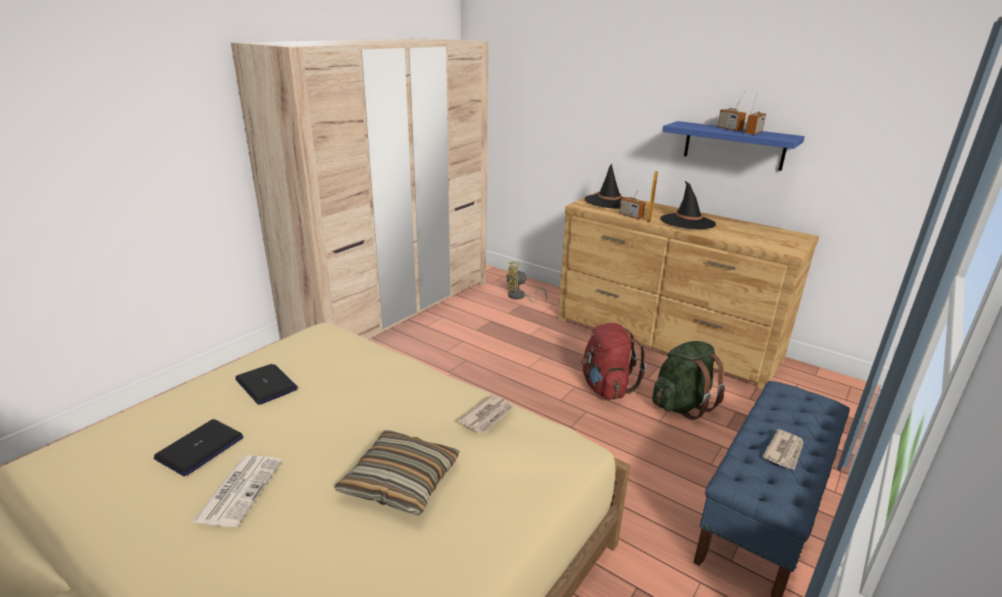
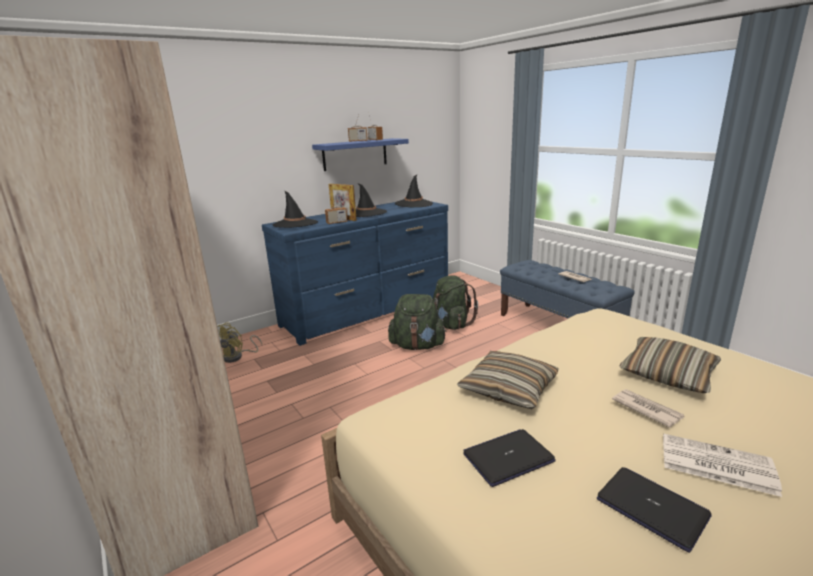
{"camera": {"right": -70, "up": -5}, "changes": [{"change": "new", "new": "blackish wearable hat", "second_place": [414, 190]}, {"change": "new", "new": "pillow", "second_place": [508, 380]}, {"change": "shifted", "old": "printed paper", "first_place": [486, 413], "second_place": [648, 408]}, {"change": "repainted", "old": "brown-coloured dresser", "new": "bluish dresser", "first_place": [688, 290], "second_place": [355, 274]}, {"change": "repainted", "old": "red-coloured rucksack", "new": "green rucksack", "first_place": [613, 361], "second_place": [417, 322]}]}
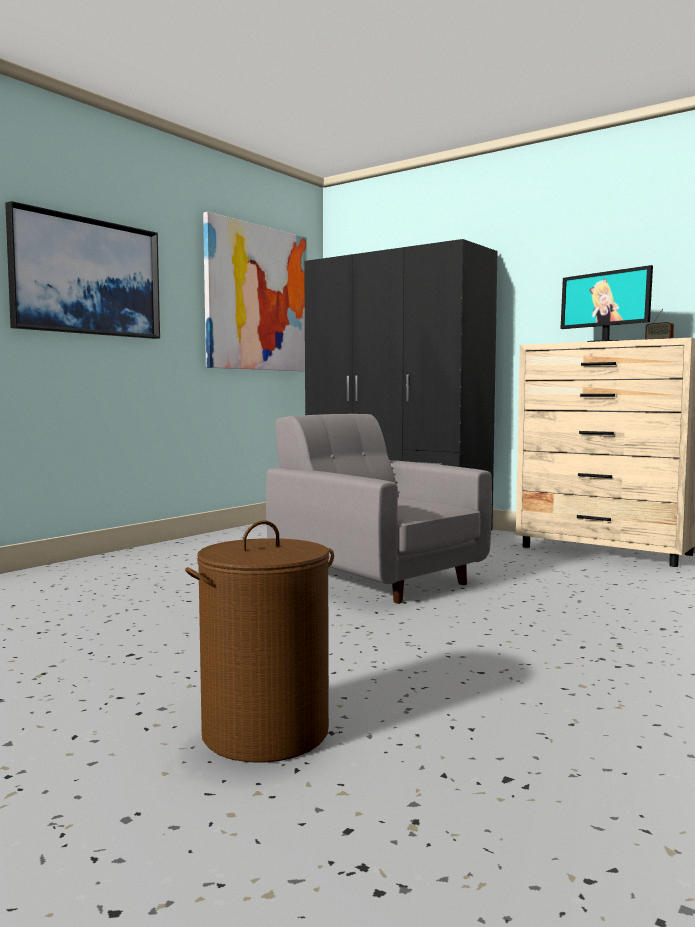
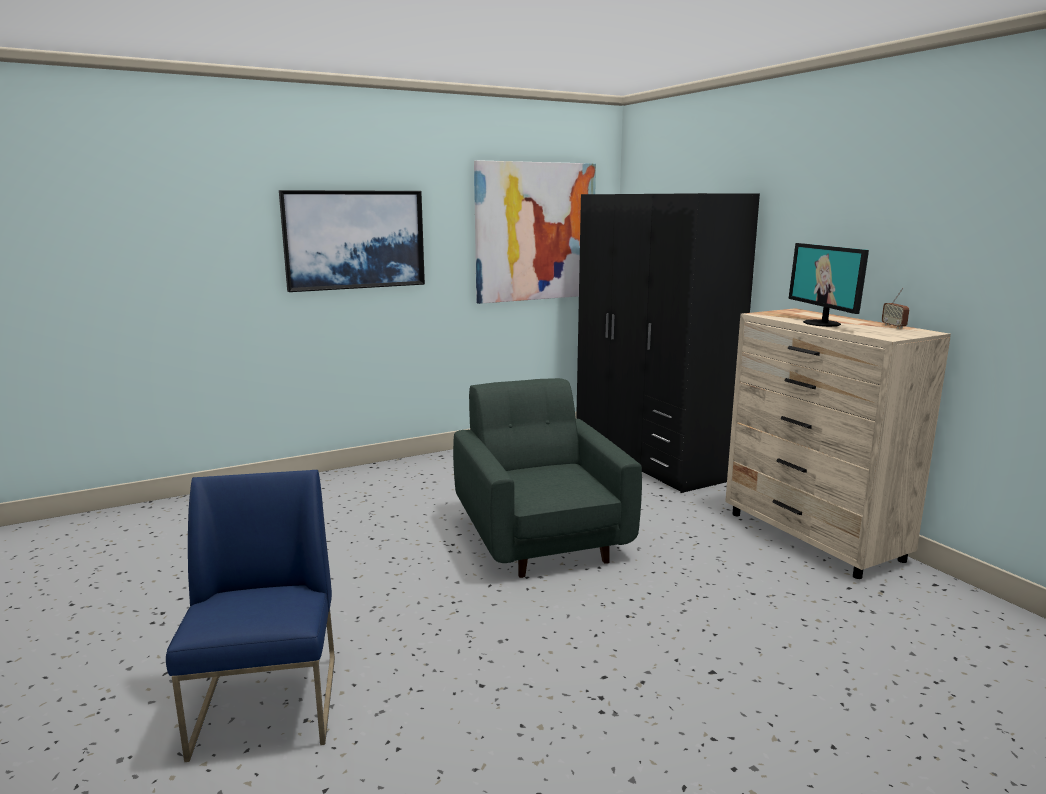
{"camera": {"right": 25, "up": 10}, "changes": [{"change": "swapped", "old": "brown-coloured hamper", "new": "bluish chair", "first_place": [259, 642], "second_place": [250, 616]}, {"change": "repainted", "old": "grey easy chair", "new": "green easy chair", "first_place": [379, 509], "second_place": [547, 478]}]}
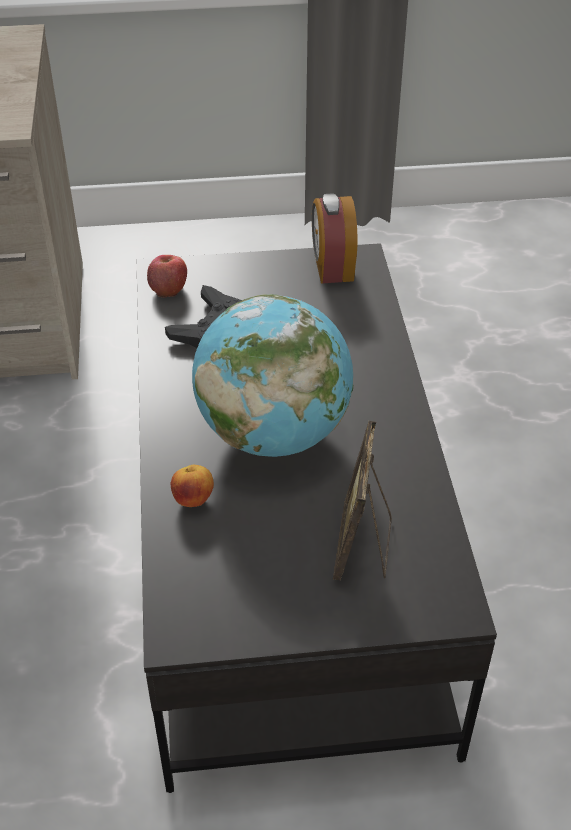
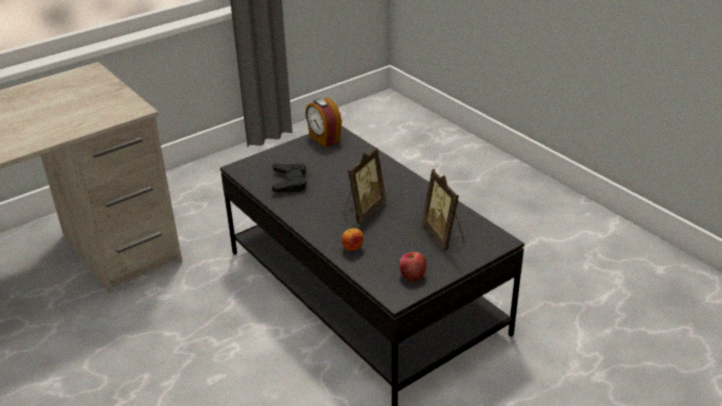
{"camera": {"right": -30, "up": -10}, "changes": [{"change": "shifted", "old": "apple", "first_place": [167, 276], "second_place": [412, 267]}, {"change": "swapped", "old": "globe", "new": "photo frame", "first_place": [272, 375], "second_place": [364, 186]}]}
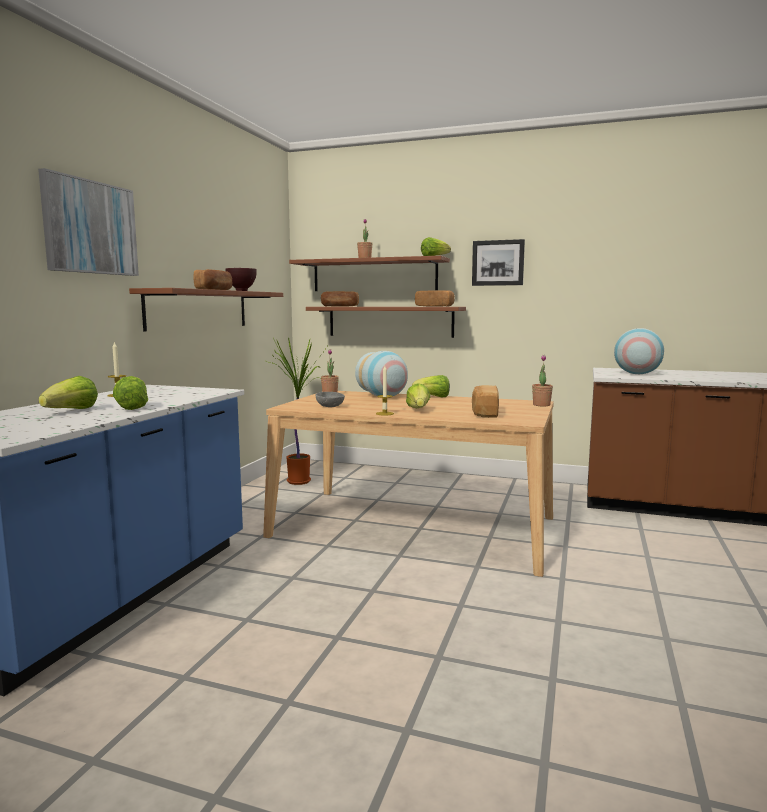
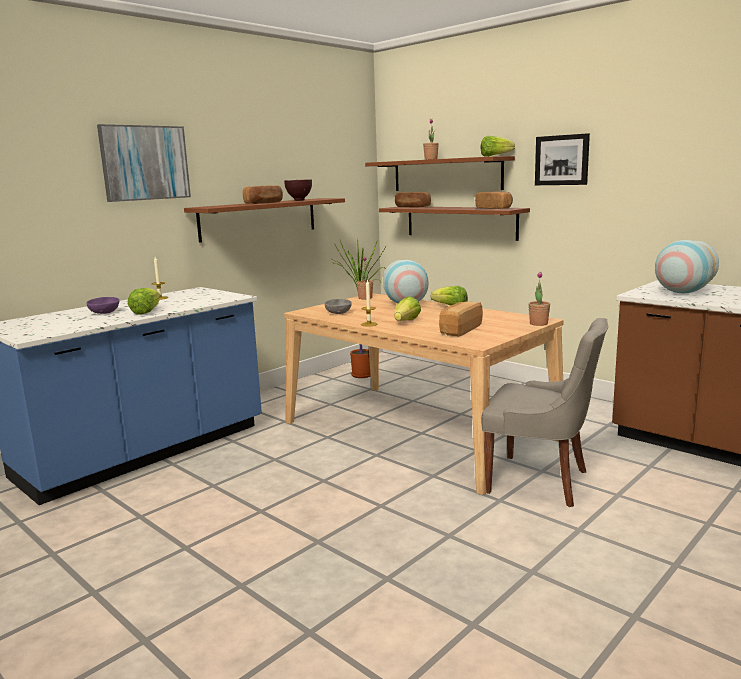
{"camera": {"right": 25, "up": 5}, "changes": [{"change": "new", "new": "grey chair", "second_place": [544, 412]}, {"change": "swapped", "old": "head of lettuce", "new": "purplish serving bowl", "first_place": [68, 392], "second_place": [102, 305]}]}
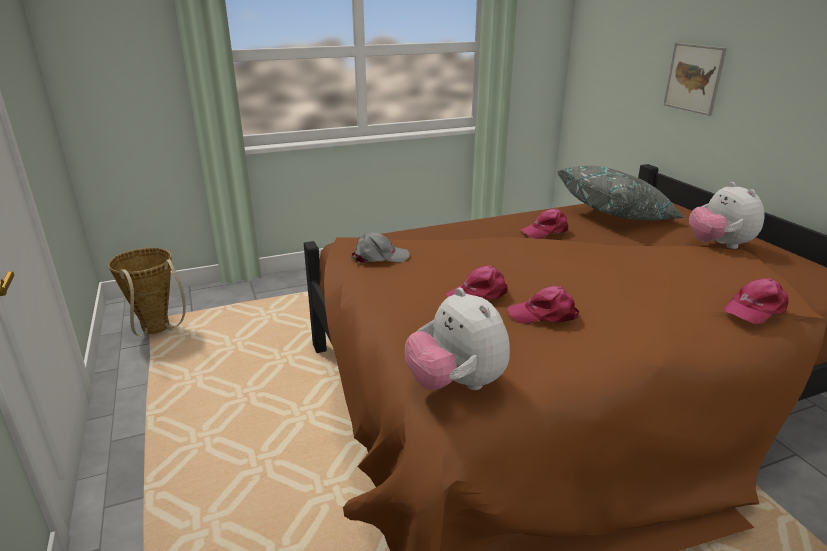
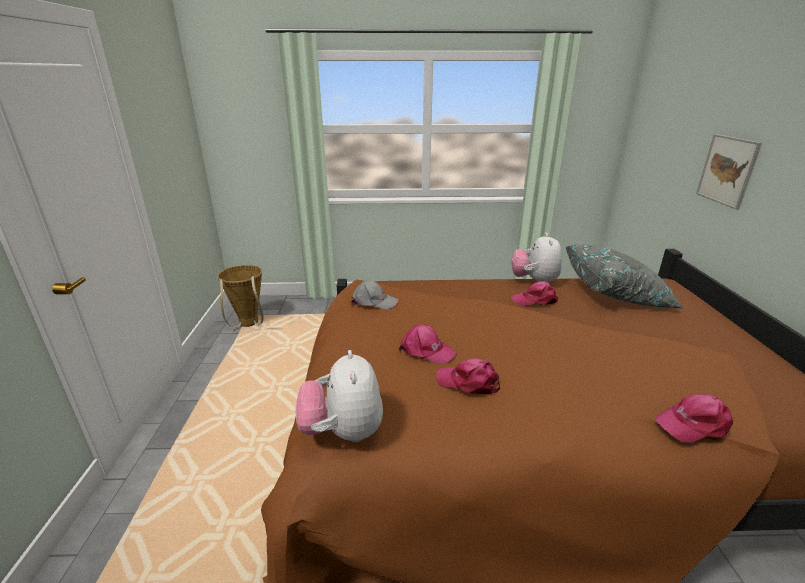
{"camera": {"right": 20, "up": 0}, "changes": [{"change": "shifted", "old": "soft toy", "first_place": [727, 215], "second_place": [536, 257]}, {"change": "rotated", "old": "pink baseball cap", "first_place": [477, 283], "second_place": [428, 344], "degrees": -150}]}
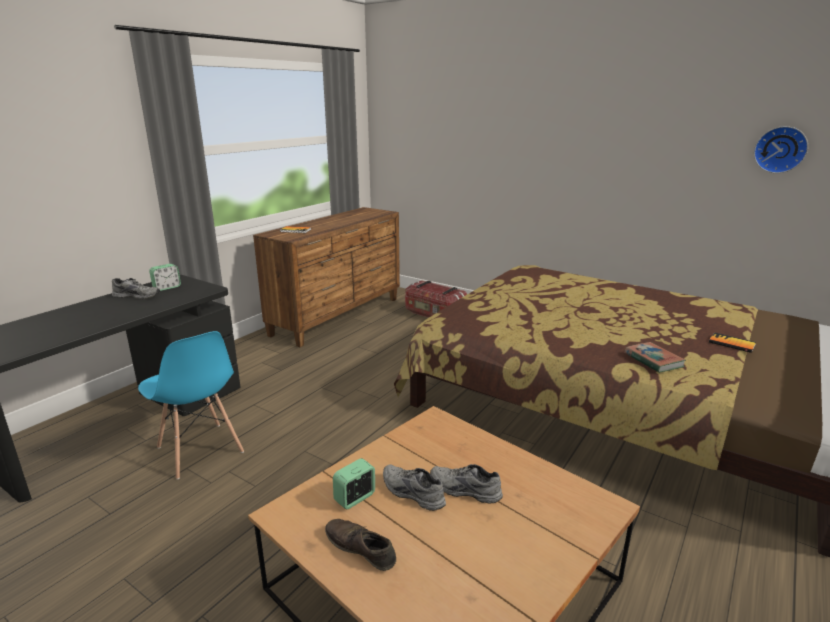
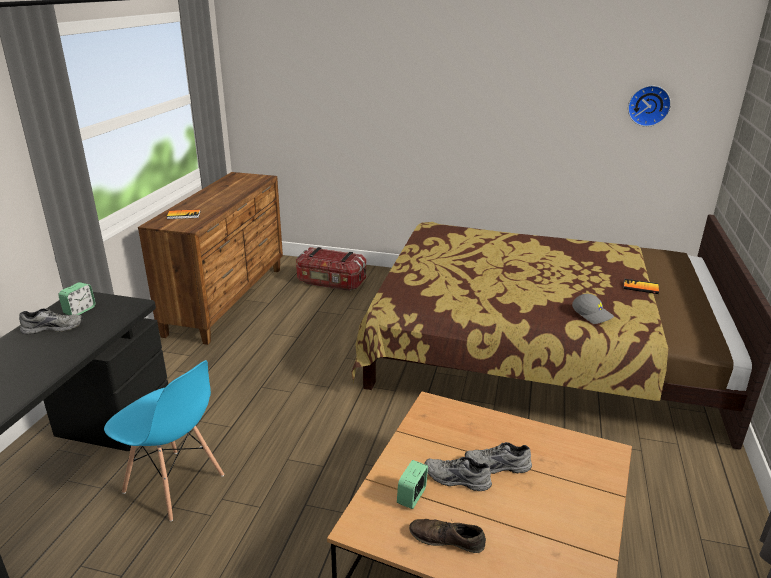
{"camera": {"right": -20, "up": 5}, "changes": [{"change": "swapped", "old": "book", "new": "grey baseball cap", "first_place": [655, 357], "second_place": [593, 309]}]}
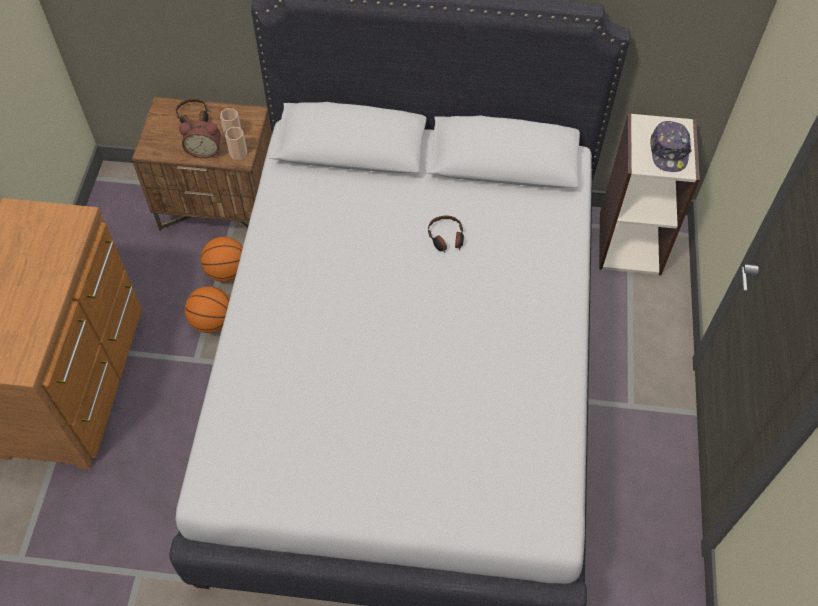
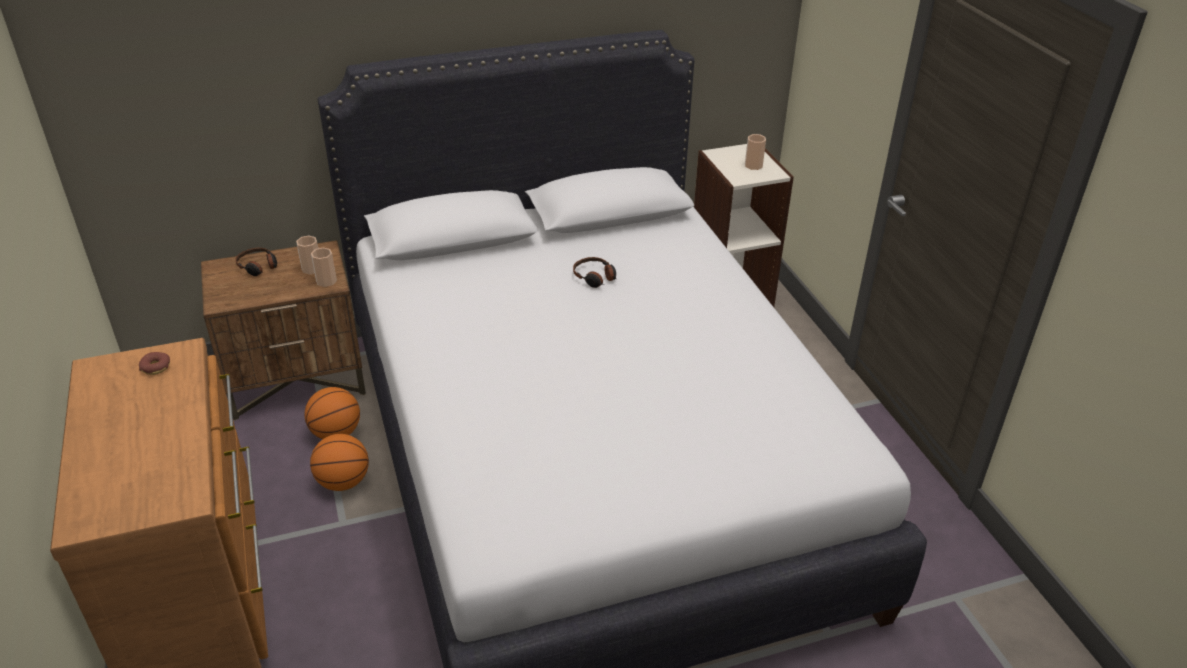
{"camera": {"right": -25, "up": -20}, "changes": [{"change": "gone", "old": "table clock", "first_place": [200, 139]}, {"change": "new", "new": "doughnut", "second_place": [154, 363]}, {"change": "swapped", "old": "baseball cap", "new": "cup", "first_place": [671, 146], "second_place": [755, 152]}]}
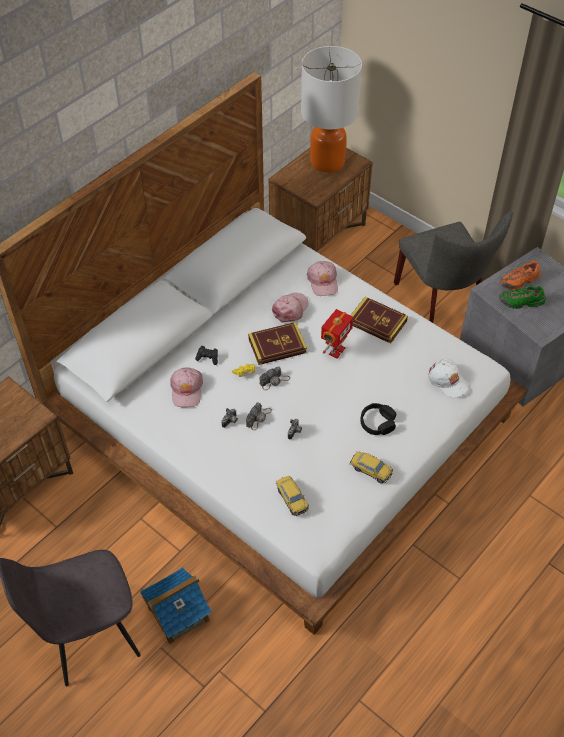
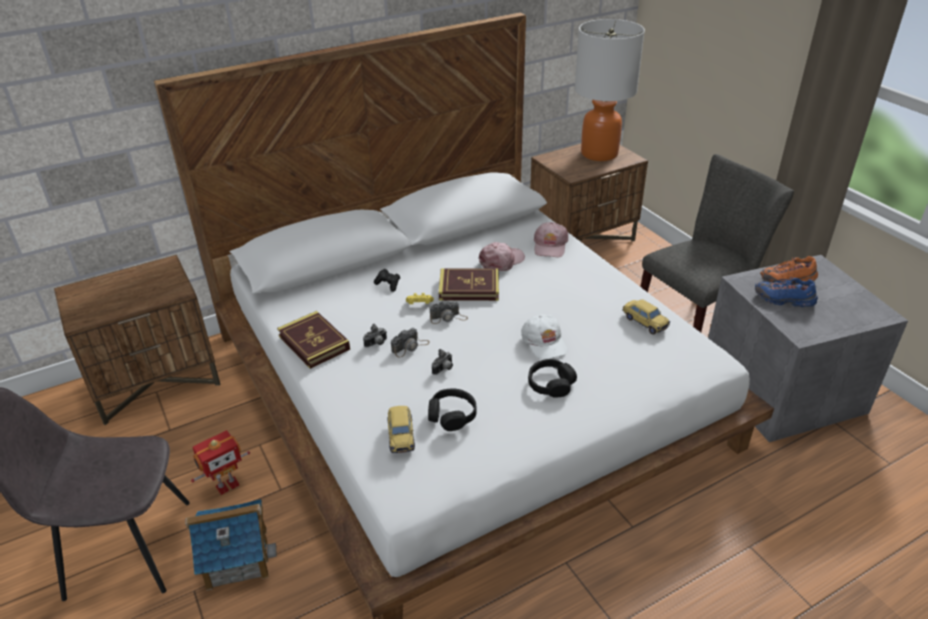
{"camera": {"right": 20, "up": -15}, "changes": [{"change": "gone", "old": "pink baseball cap", "first_place": [186, 387]}, {"change": "new", "new": "blackish headphones", "second_place": [452, 409]}, {"change": "shifted", "old": "model robot", "first_place": [337, 334], "second_place": [220, 462]}, {"change": "shifted", "old": "book", "first_place": [379, 320], "second_place": [313, 340]}, {"change": "shifted", "old": "miniature car", "first_place": [371, 467], "second_place": [646, 316]}, {"change": "shifted", "old": "whitish baseball cap", "first_place": [448, 378], "second_place": [544, 337]}, {"change": "repainted", "old": "green item of footwear", "new": "bluish item of footwear", "first_place": [522, 297], "second_place": [786, 292]}, {"change": "rotated", "old": "grey chair", "first_place": [453, 267], "second_place": [717, 243], "degrees": -120}]}
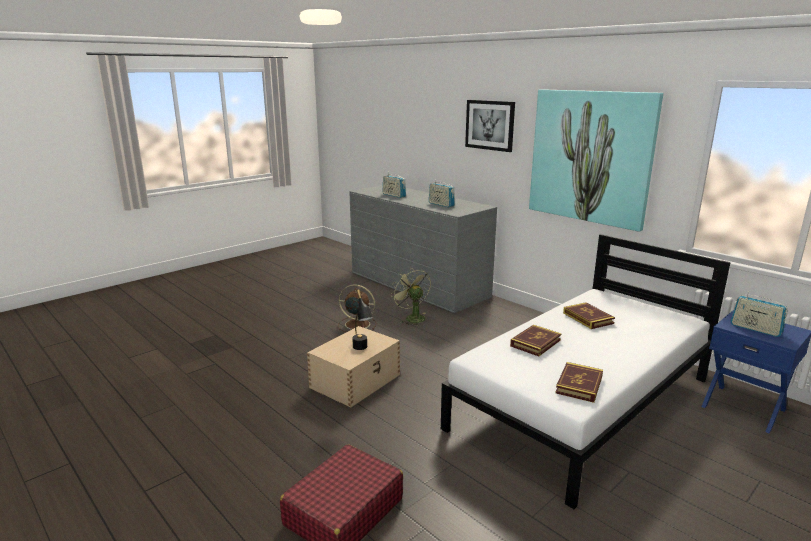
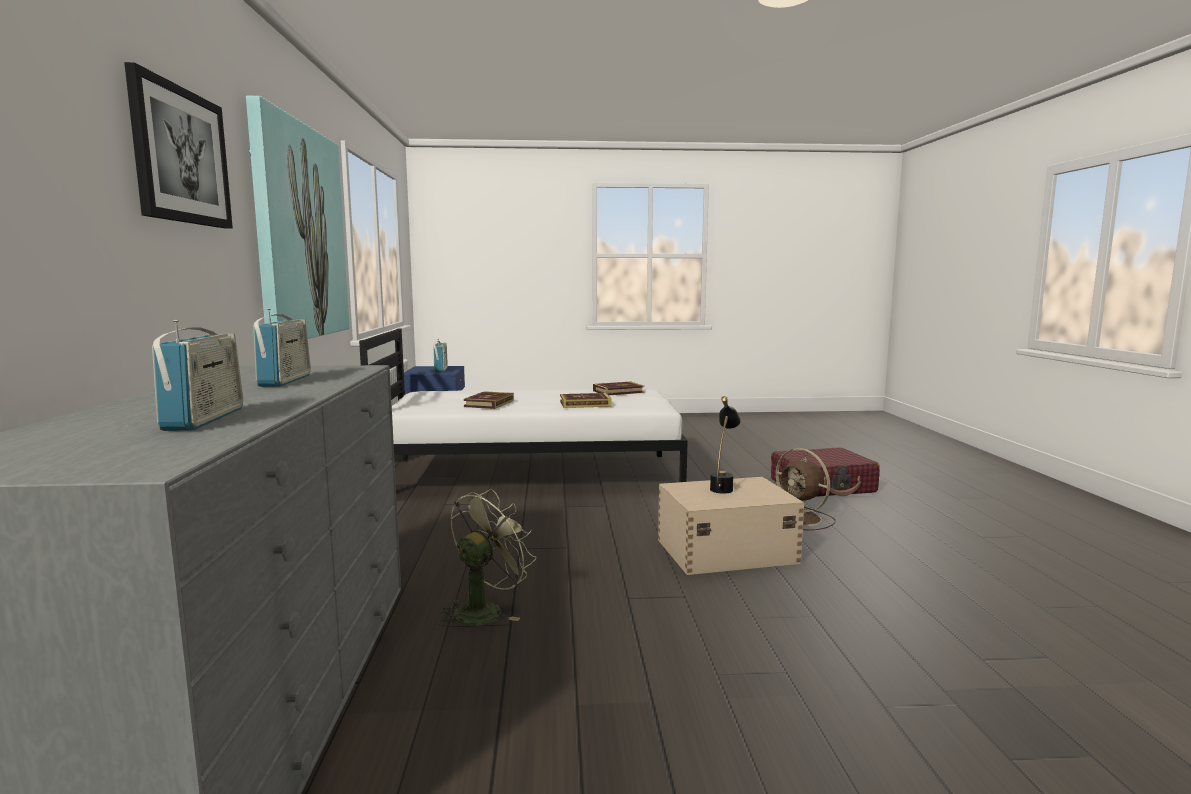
{"camera": {"right": -140, "up": -10}, "changes": [{"change": "shifted", "old": "brown-coloured electric fan", "first_place": [357, 308], "second_place": [806, 489]}, {"change": "rotated", "old": "green electric fan", "first_place": [411, 297], "second_place": [487, 557], "degrees": -150}]}
